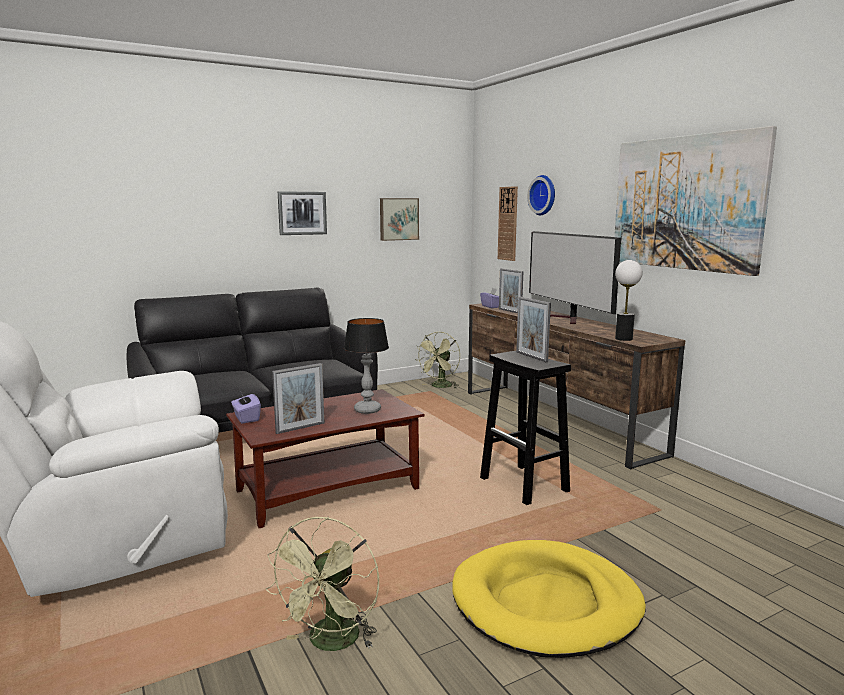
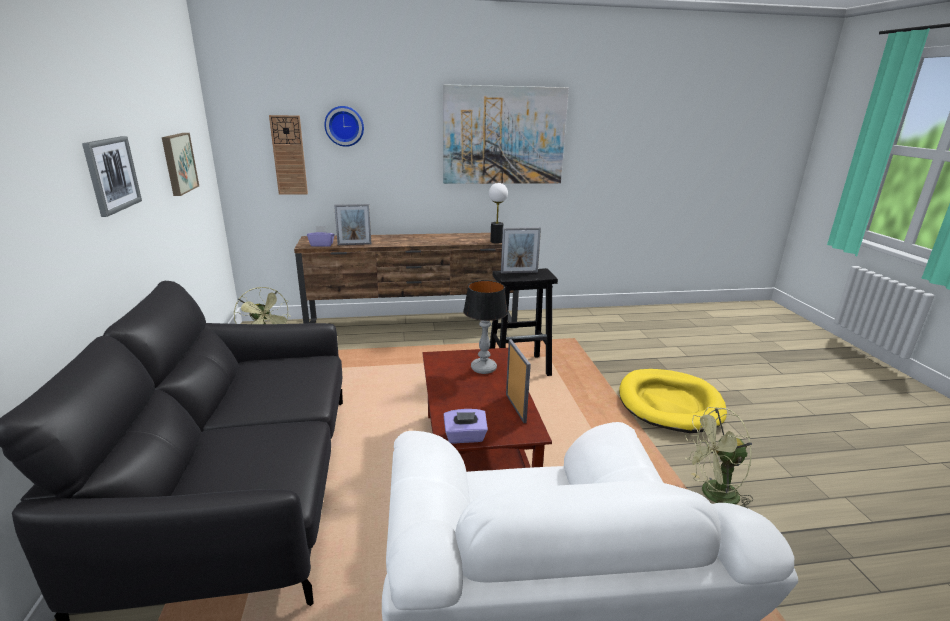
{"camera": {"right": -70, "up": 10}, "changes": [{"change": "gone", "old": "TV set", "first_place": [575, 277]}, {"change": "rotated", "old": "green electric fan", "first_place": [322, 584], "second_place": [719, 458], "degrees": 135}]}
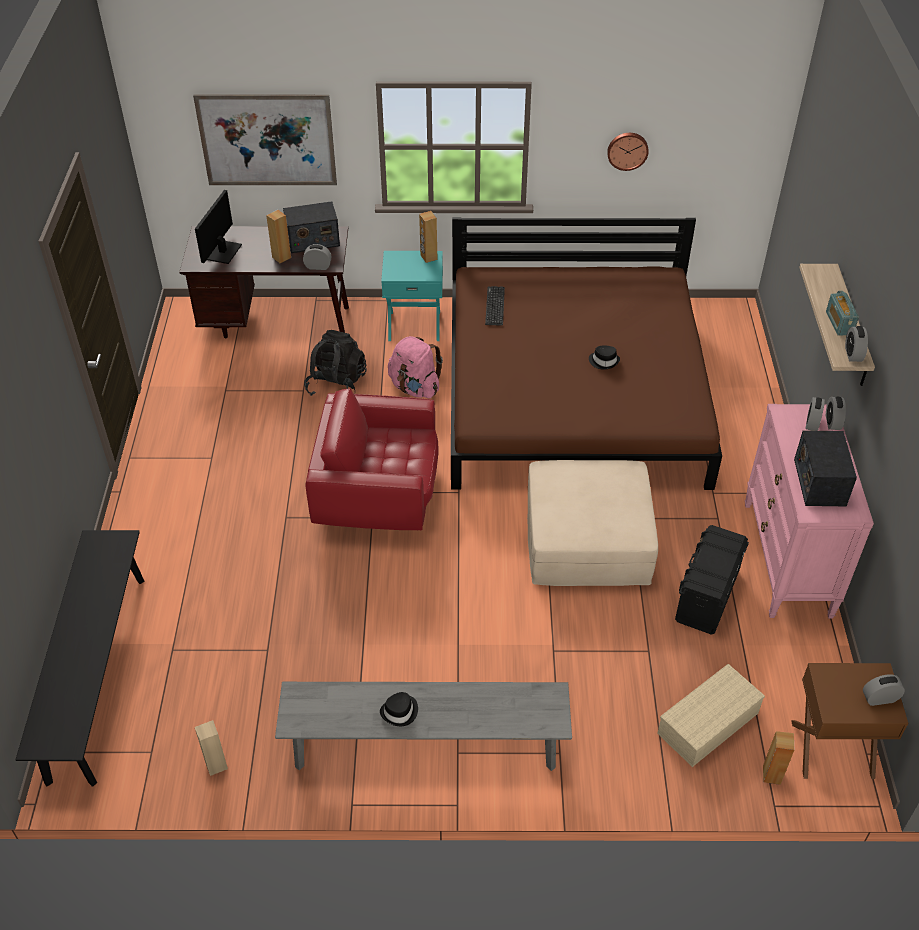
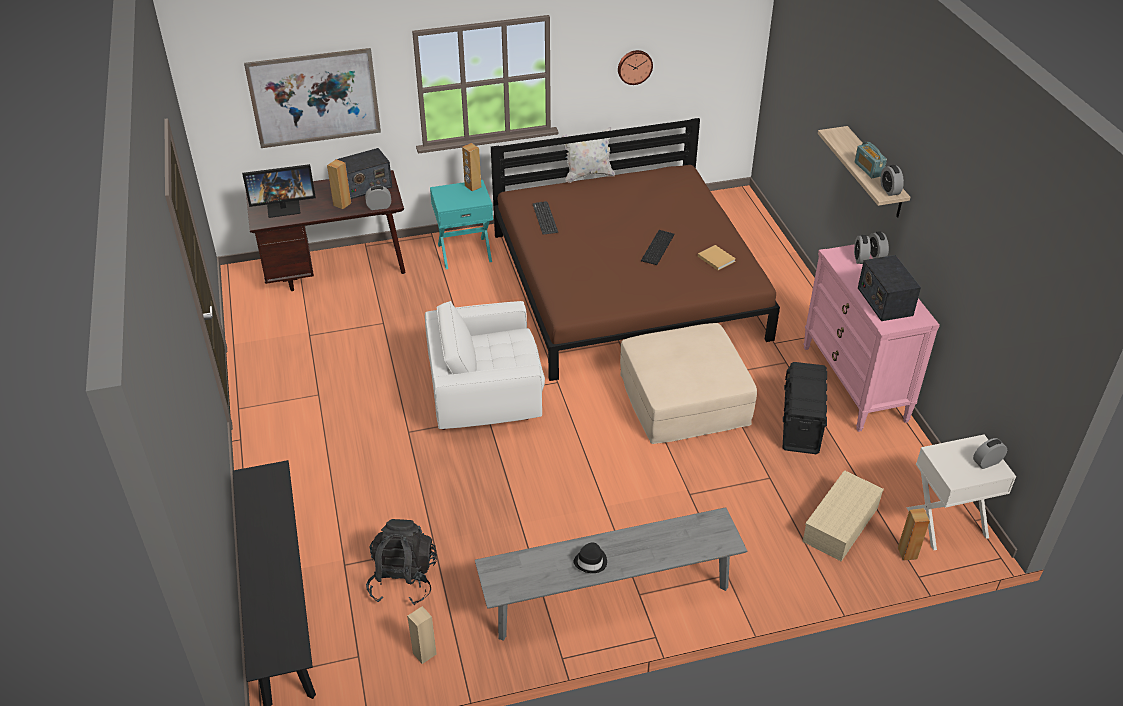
{"camera": {"right": -15, "up": -5}, "changes": [{"change": "gone", "old": "pink rucksack", "first_place": [415, 367]}, {"change": "new", "new": "whitish pillow", "second_place": [588, 155]}, {"change": "new", "new": "beige book", "second_place": [717, 257]}, {"change": "shifted", "old": "blackish rucksack", "first_place": [335, 363], "second_place": [401, 562]}, {"change": "swapped", "old": "blackish wearable hat", "new": "keyboard", "first_place": [604, 357], "second_place": [658, 247]}, {"change": "repainted", "old": "red-coloured easy chair", "new": "whitish easy chair", "first_place": [371, 459], "second_place": [485, 365]}, {"change": "repainted", "old": "brown-coloured bedside table", "new": "whitish bedside table", "first_place": [849, 721], "second_place": [961, 492]}, {"change": "rotated", "old": "computer screen", "first_place": [218, 227], "second_place": [279, 191], "degrees": -105}]}
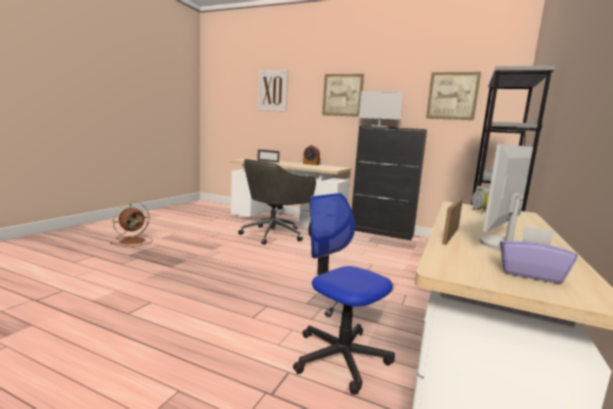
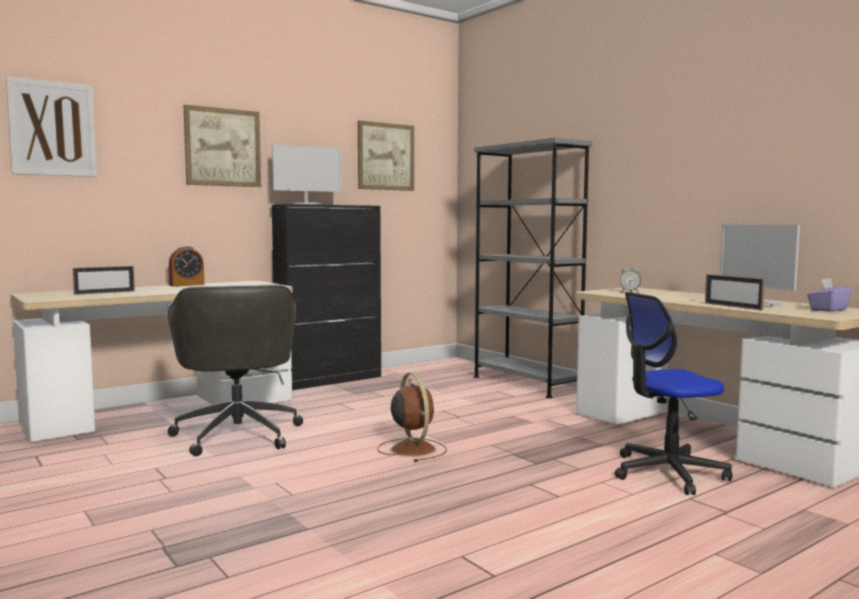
{"camera": {"right": -60, "up": -5}, "changes": [{"change": "shifted", "old": "brown-coloured electric fan", "first_place": [131, 224], "second_place": [412, 417]}]}
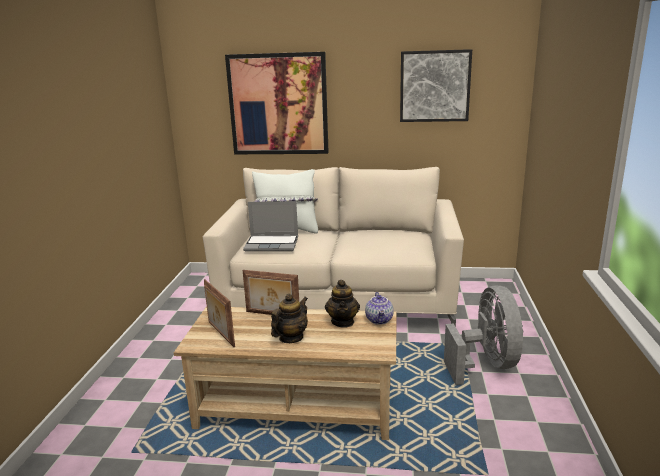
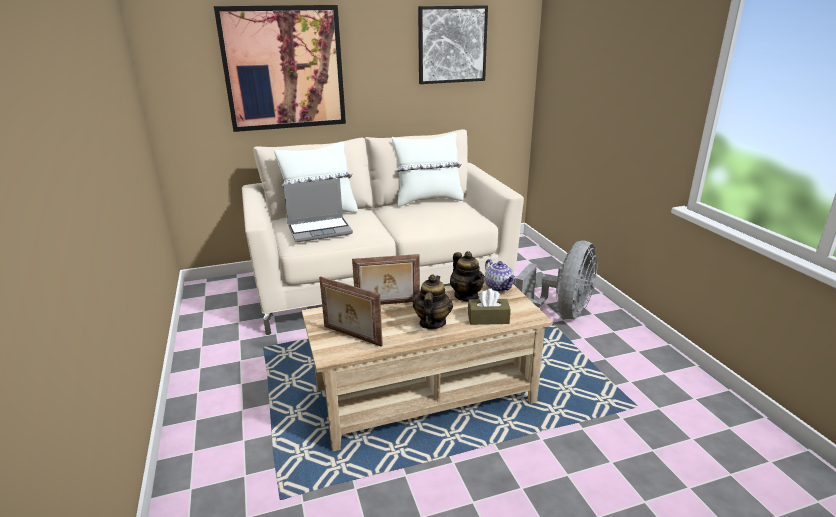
{"camera": {"right": -25, "up": 5}, "changes": [{"change": "new", "new": "whitish pillow", "second_place": [428, 170]}, {"change": "new", "new": "brown-coloured box of tissues", "second_place": [489, 307]}, {"change": "rotated", "old": "grey electric fan", "first_place": [483, 335], "second_place": [556, 280], "degrees": 60}]}
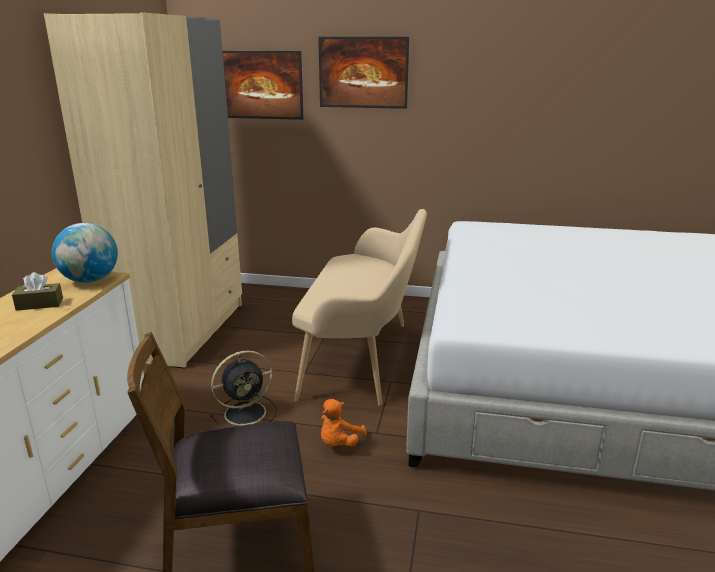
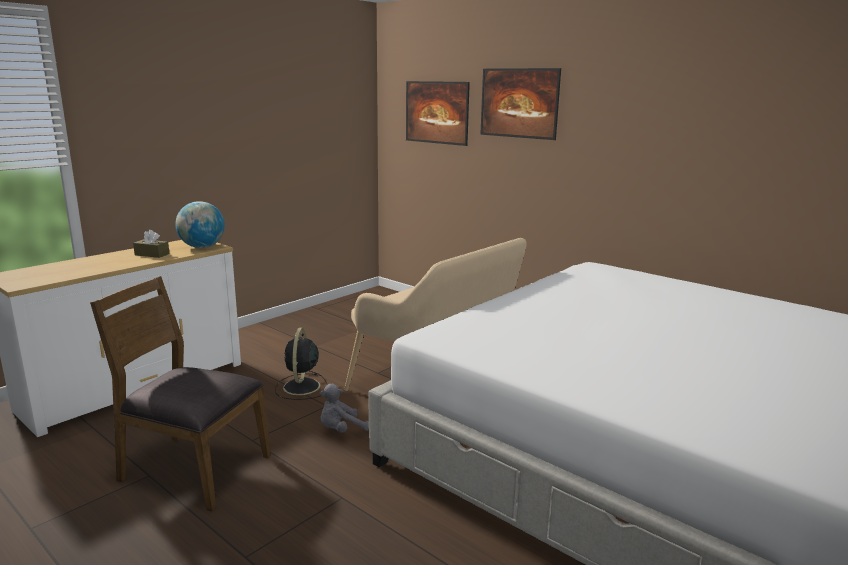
{"camera": {"right": 30, "up": -5}, "changes": [{"change": "gone", "old": "beige wardrobe", "first_place": [143, 190]}, {"change": "repainted", "old": "orange soft toy", "new": "grey soft toy", "first_place": [344, 423], "second_place": [344, 408]}, {"change": "rotated", "old": "blackish electric fan", "first_place": [244, 389], "second_place": [301, 364], "degrees": 90}]}
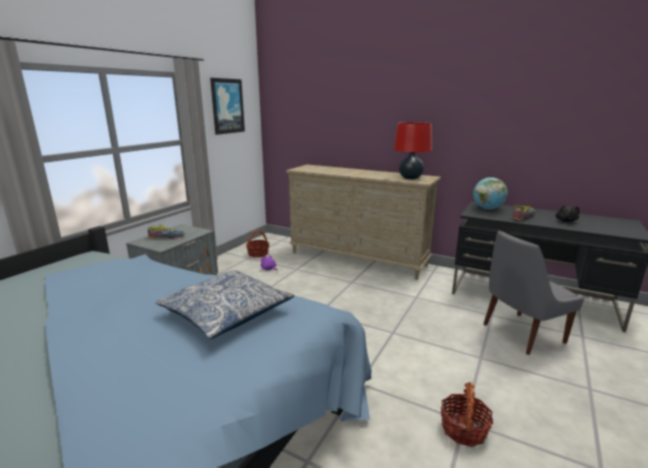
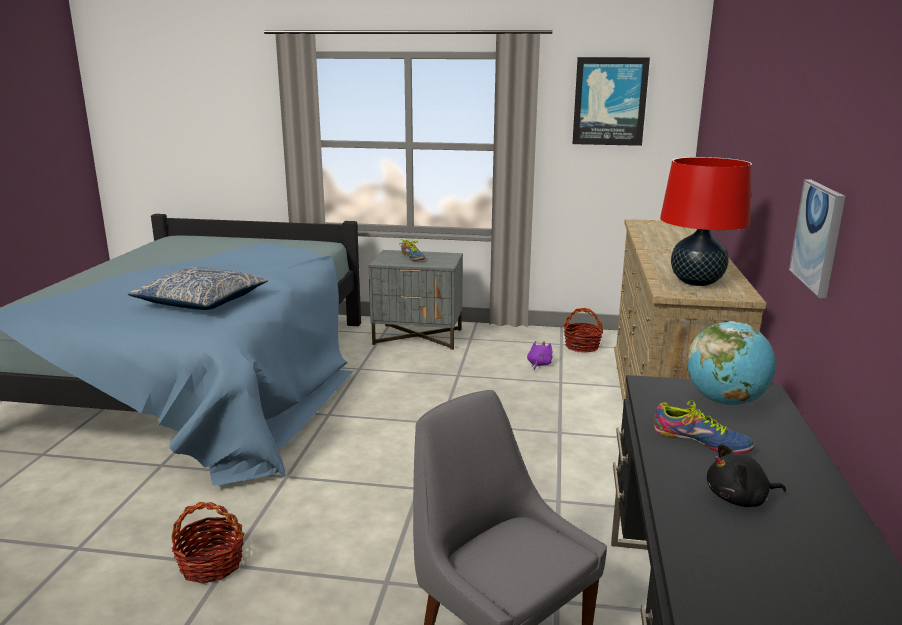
{"camera": {"right": 70, "up": 0}, "changes": [{"change": "new", "new": "wall picture", "second_place": [817, 238]}]}
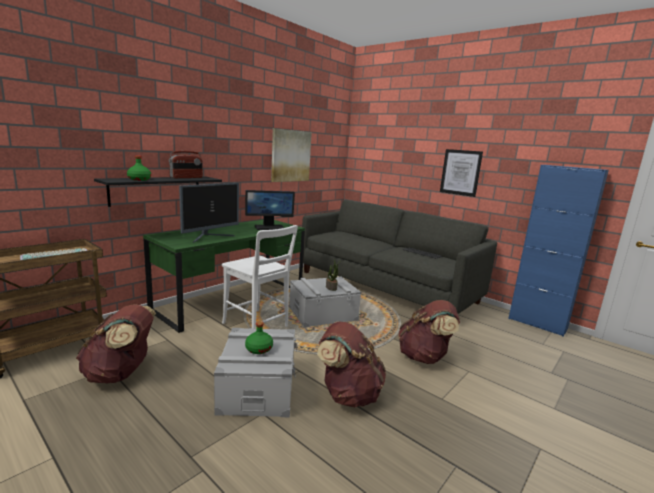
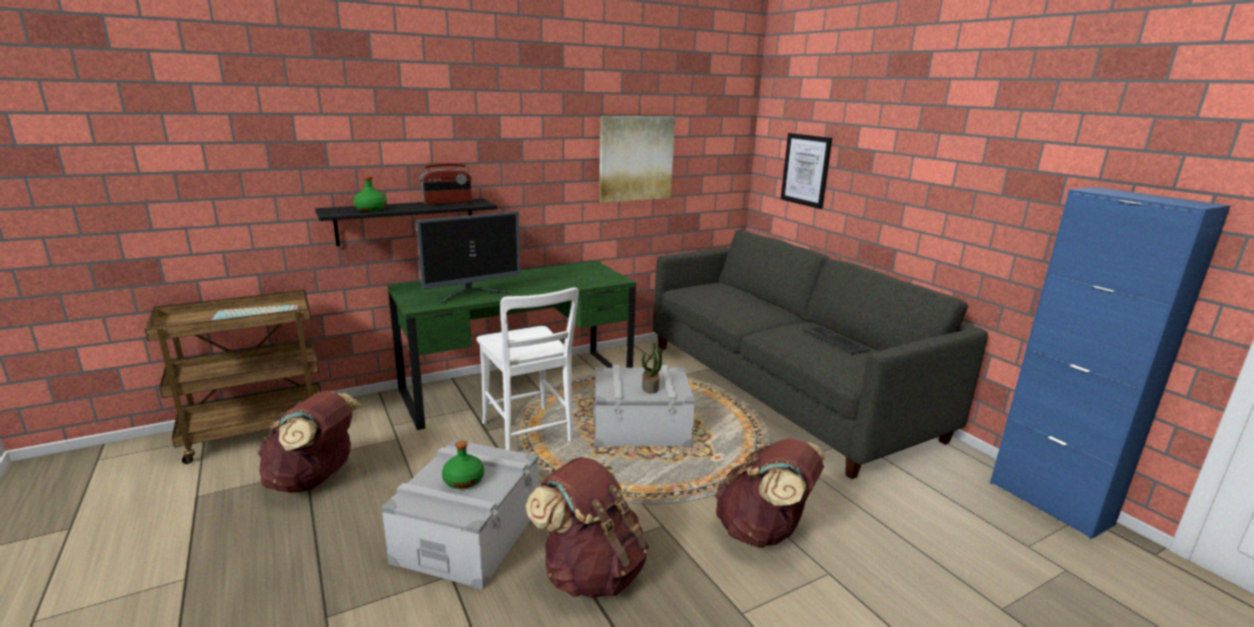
{"camera": {"right": 20, "up": 5}, "changes": [{"change": "gone", "old": "computer screen", "first_place": [270, 210]}, {"change": "shifted", "old": "wall picture", "first_place": [461, 173], "second_place": [806, 171]}]}
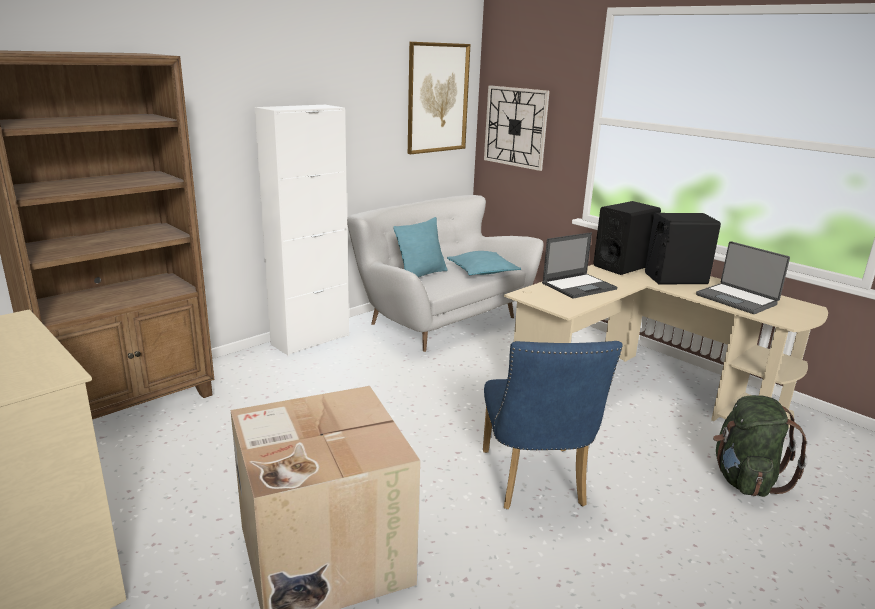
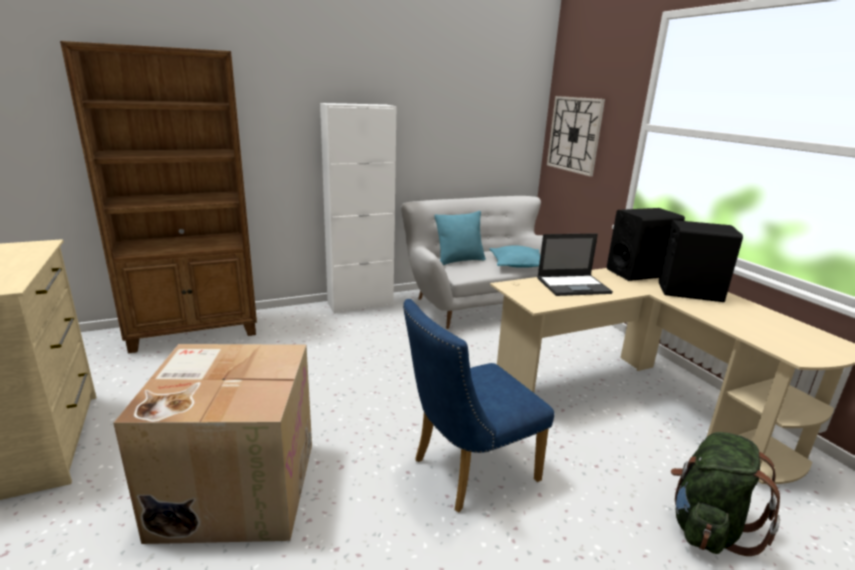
{"camera": {"right": 20, "up": 0}, "changes": [{"change": "gone", "old": "wall picture", "first_place": [439, 98]}, {"change": "gone", "old": "notebook computer", "first_place": [743, 277]}, {"change": "rotated", "old": "bluish chair", "first_place": [553, 425], "second_place": [478, 405], "degrees": 45}]}
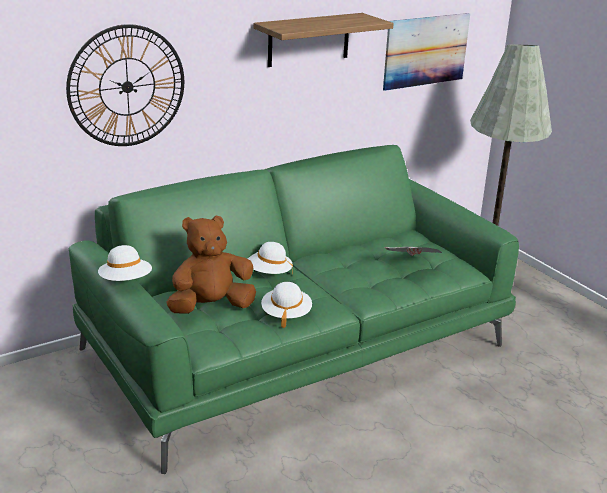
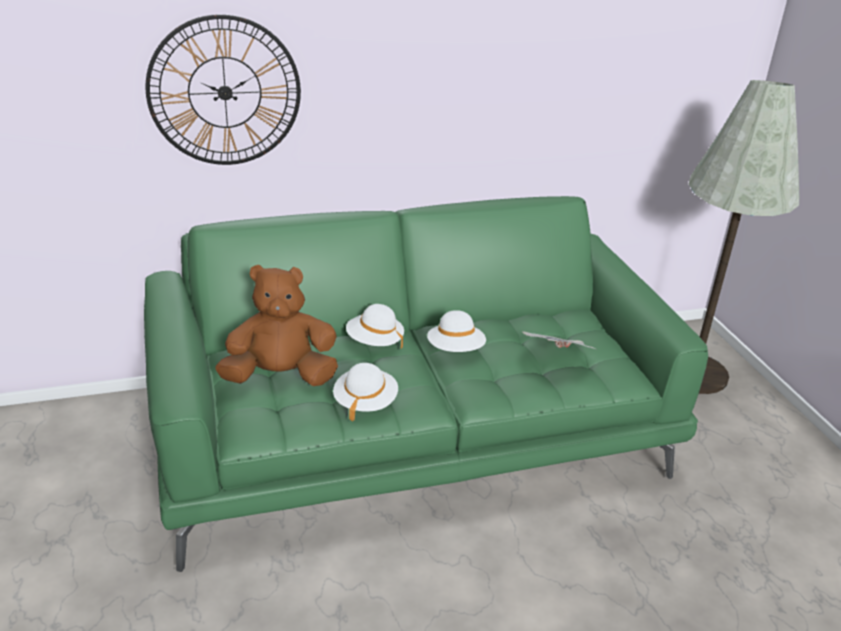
{"camera": {"right": 15, "up": 5}, "changes": [{"change": "gone", "old": "wall shelf", "first_place": [323, 40]}, {"change": "gone", "old": "wall picture", "first_place": [426, 52]}, {"change": "shifted", "old": "whitish wearable hat", "first_place": [125, 263], "second_place": [456, 331]}]}
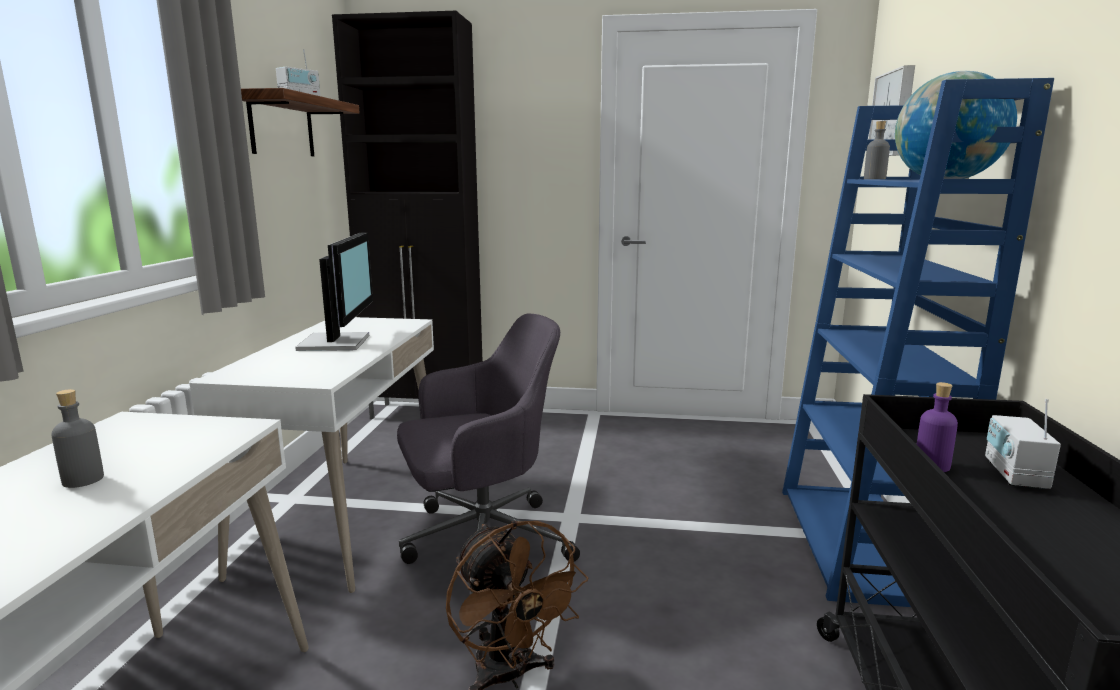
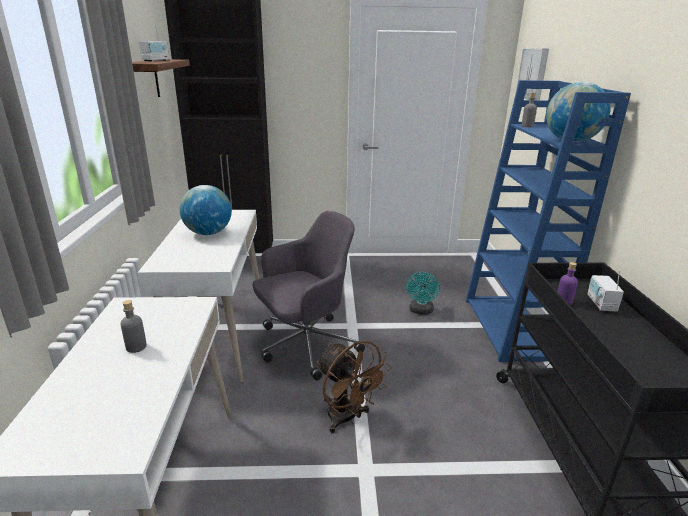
{"camera": {"right": -10, "up": 10}, "changes": [{"change": "new", "new": "blue-green electric fan", "second_place": [423, 293]}, {"change": "swapped", "old": "computer screen", "new": "globe", "first_place": [334, 292], "second_place": [206, 210]}]}
